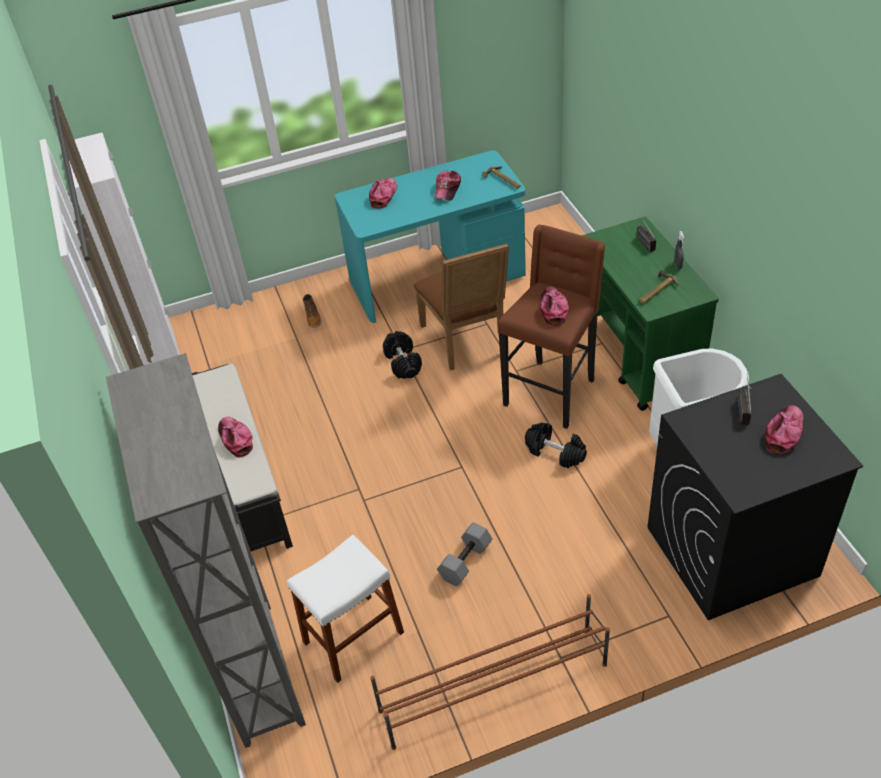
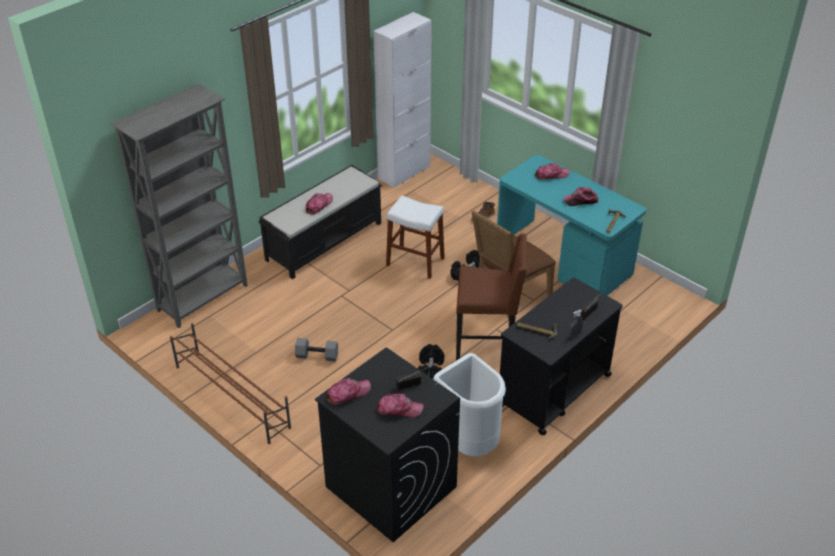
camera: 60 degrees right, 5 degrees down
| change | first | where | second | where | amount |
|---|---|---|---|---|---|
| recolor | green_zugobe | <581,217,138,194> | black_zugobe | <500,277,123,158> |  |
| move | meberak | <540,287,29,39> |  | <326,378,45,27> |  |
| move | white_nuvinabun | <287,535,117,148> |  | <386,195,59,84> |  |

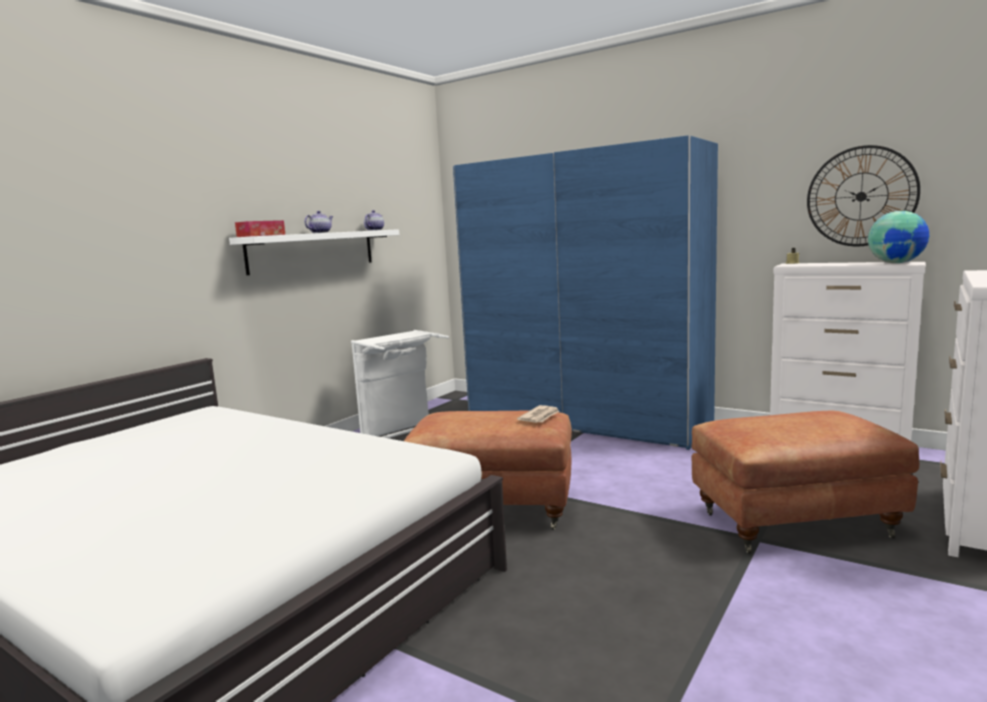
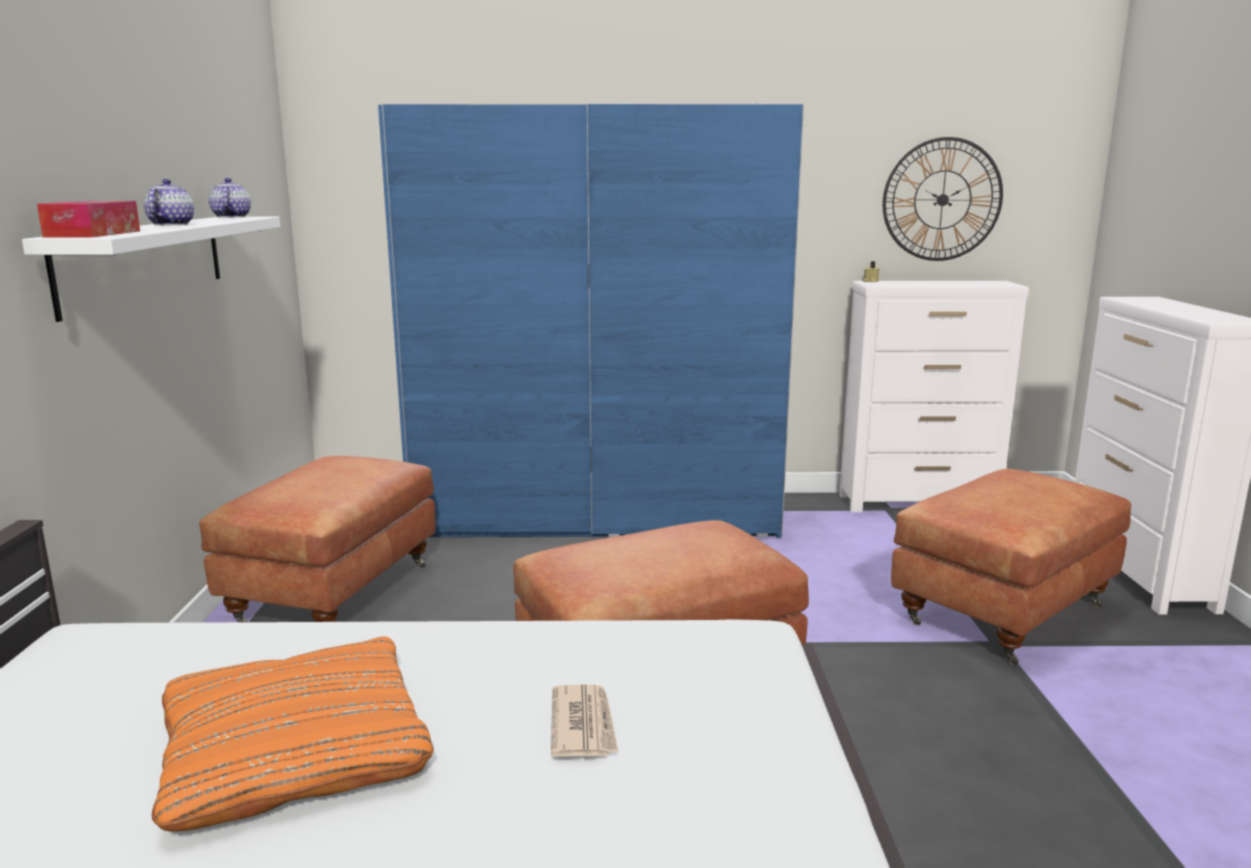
camera: 35 degrees left, 5 degrees up
| change | first | where | second | where | amount |
|---|---|---|---|---|---|
| delete | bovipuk | <868,211,61,52> |  |  |  |
| replace | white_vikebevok | <351,330,98,108> | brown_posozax | <199,456,236,166> |  |
| move | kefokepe | <517,405,43,18> |  | <551,684,67,73> |  |
| insert |  |  | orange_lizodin | <152,636,282,195> |  |

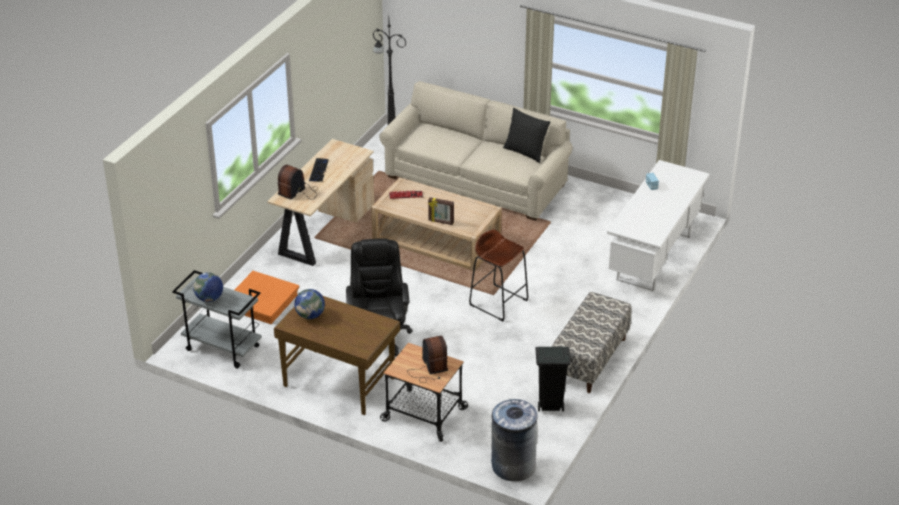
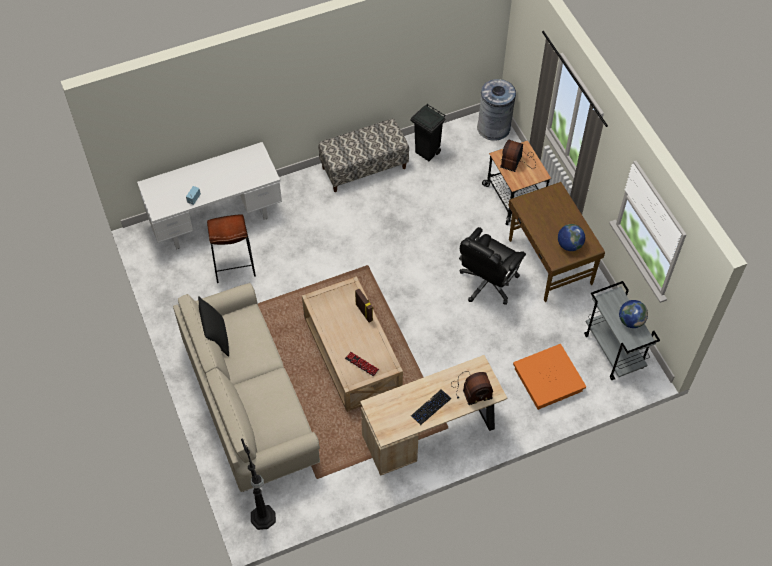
camera: 140 degrees left, 20 degrees up
| change | first | where | second | where | amount |
|---|---|---|---|---|---|
| move | brown_nuvinabun | <469,229,60,92> |  | <207,214,49,69> |  |

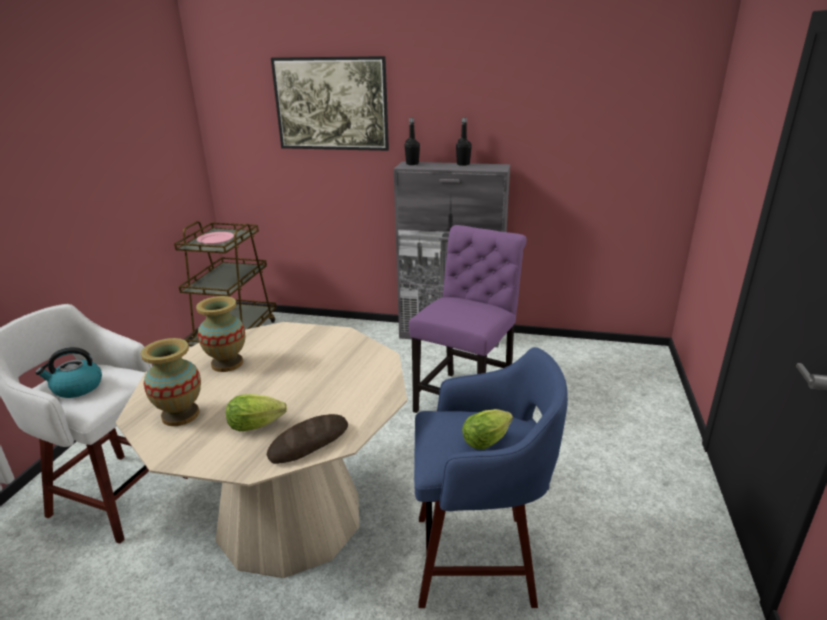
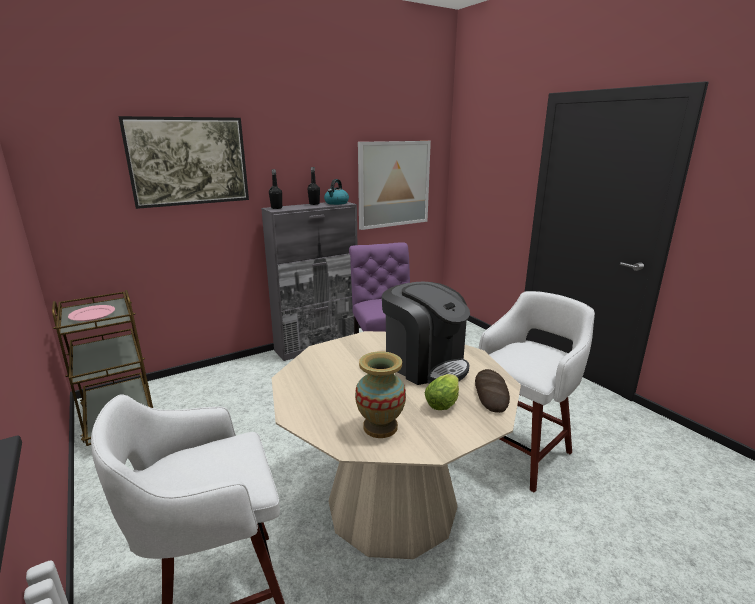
camera: 45 degrees left, 5 degrees down
| change | first | where | second | where | amount |
|---|---|---|---|---|---|
| delete | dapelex | <196,296,50,76> |  |  |  |
| move | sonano | <35,347,67,51> |  | <324,179,25,26> |  |
| recolor | blue_nuvinabun | <414,347,154,261> | white_nuvinabun | <478,291,117,201> |  |
| delete | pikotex | <462,409,51,40> |  |  |  |
| insert |  |  | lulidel | <358,141,73,89> |  |
| insert |  |  | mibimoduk | <382,282,88,103> |  |

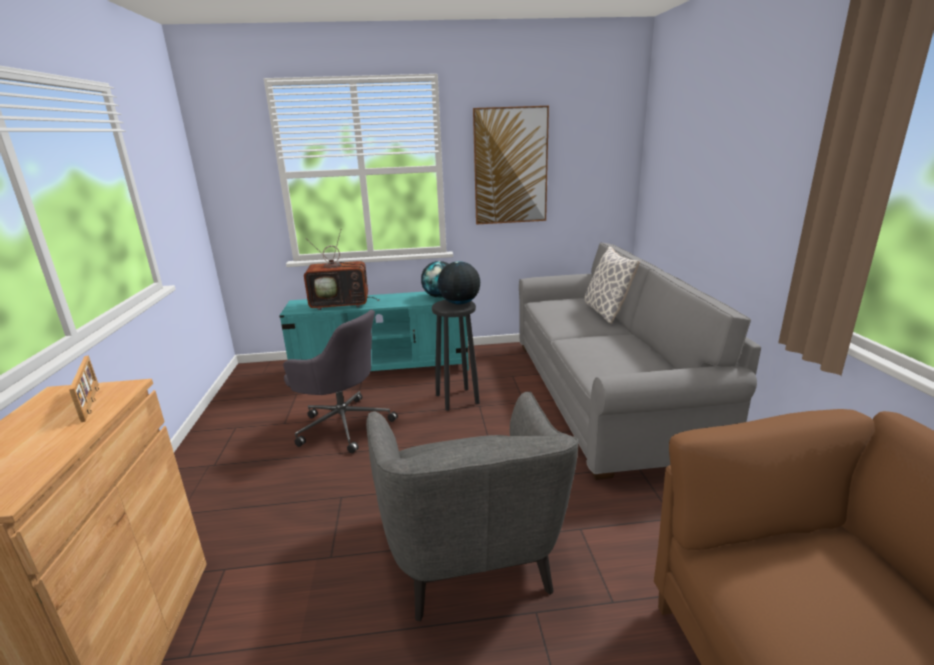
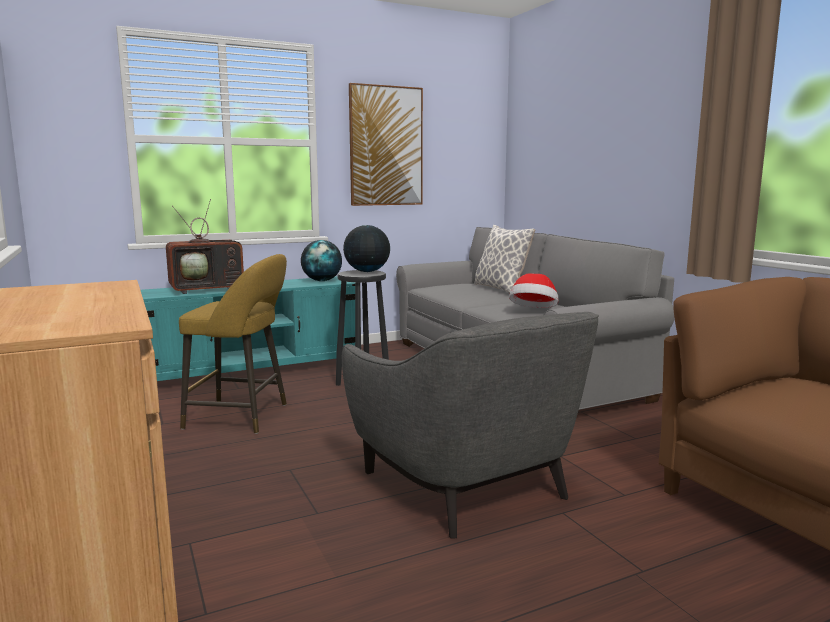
camera: 20 degrees left, 10 degrees down
| change | first | where | second | where | amount |
|---|---|---|---|---|---|
| replace | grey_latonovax | <283,310,115,143> | yellow_nuvinabun | <179,254,108,180> |  |
| delete | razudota | <69,355,30,67> |  |  |  |
| insert |  |  | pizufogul | <509,273,49,35> |  |

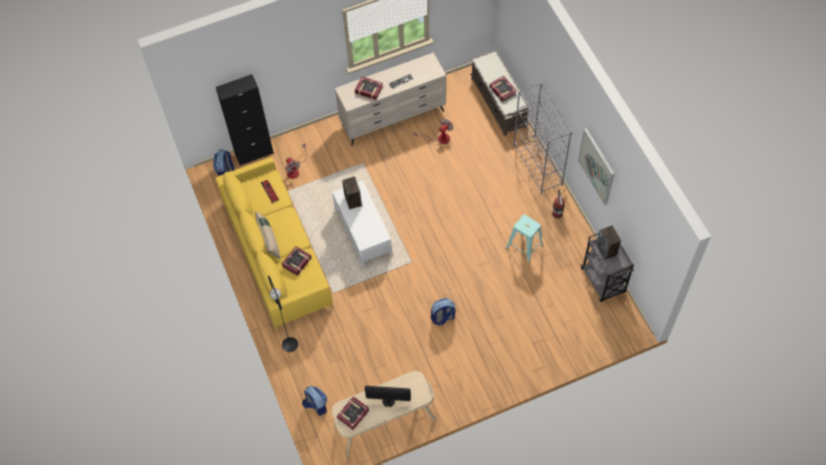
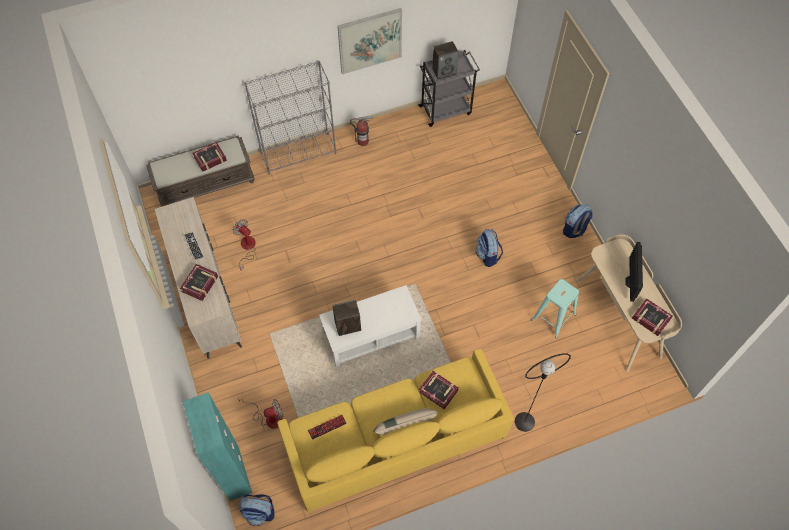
camera: 90 degrees left, 0 degrees up
| change | first | where | second | where | amount |
|---|---|---|---|---|---|
| recolor | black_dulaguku | <216,74,58,92> | turquoise_dulaguku | <183,392,69,109> |  |
| move | turquoise_nuvinabun | <506,215,37,49> |  | <531,279,48,59> |  |
| move | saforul | <302,385,25,31> |  | <563,204,30,34> |  |

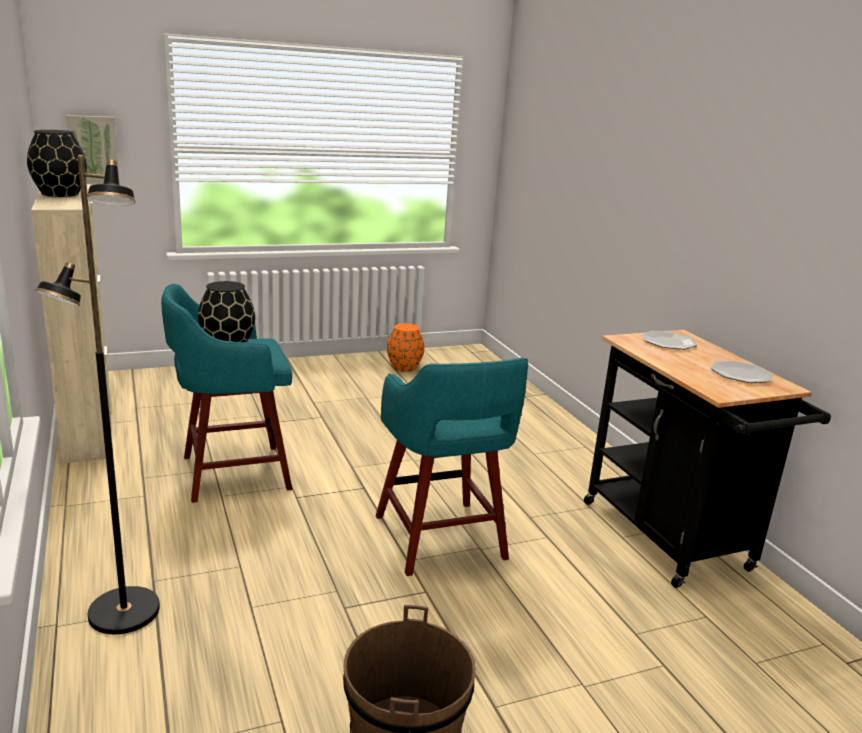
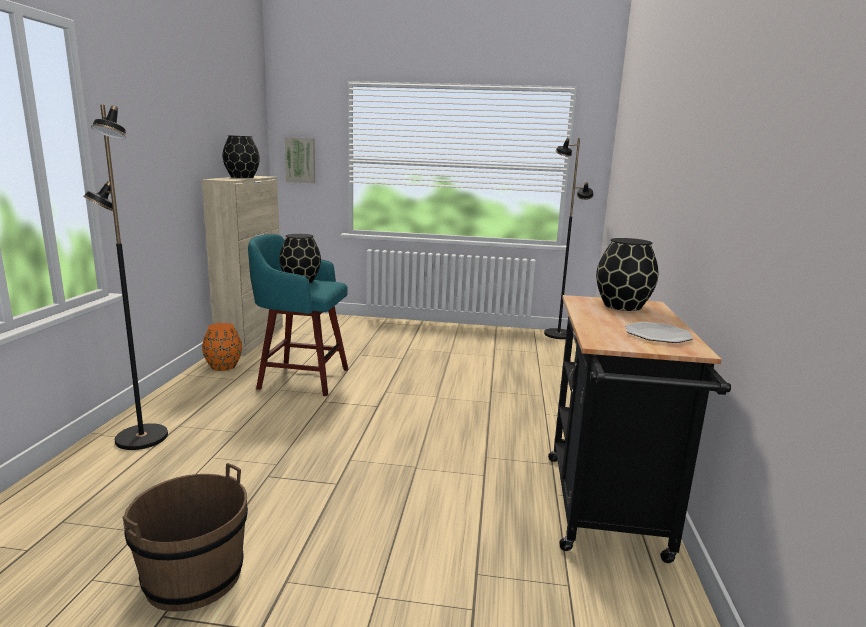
camera: 30 degrees right, 5 degrees down
| change | first | where | second | where | amount |
|---|---|---|---|---|---|
| move | orange_dapelex | <387,323,37,49> |  | <202,323,40,48> |  |
| replace | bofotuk | <641,331,56,19> | black_dapelex | <596,238,62,73> |  |
| delete | turquoise_nuvinabun | <376,358,152,218> |  |  |  |
| insert |  |  | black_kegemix | <544,138,50,201> |  |

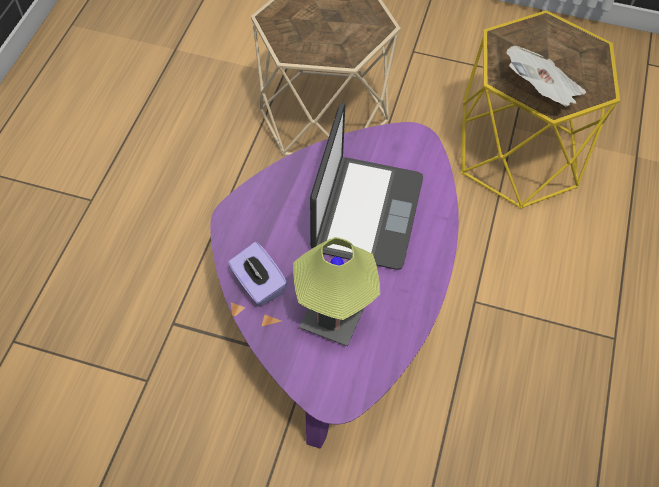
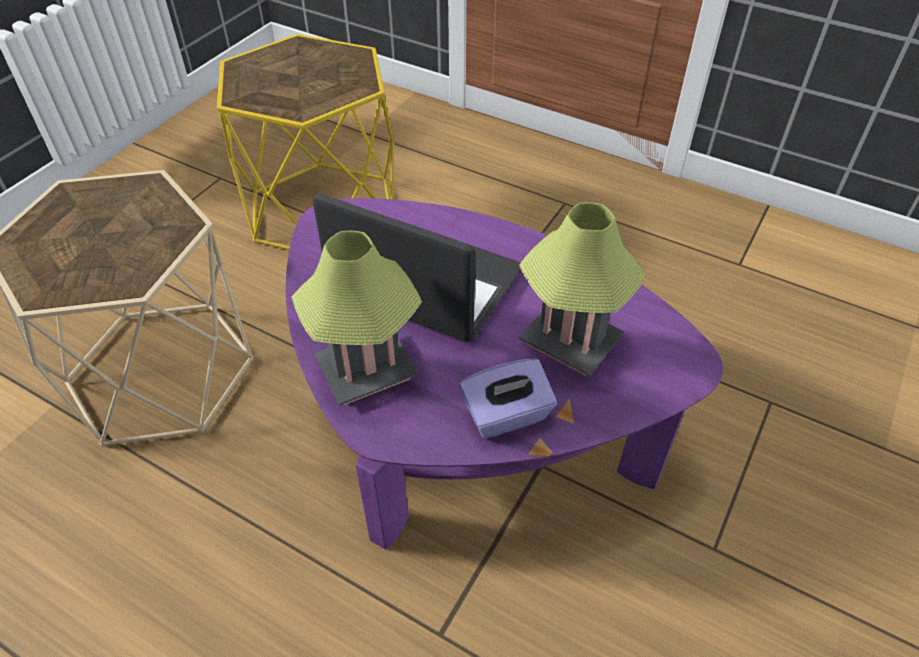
camera: 75 degrees left, 10 degrees down
| change | first | where | second | where | amount |
|---|---|---|---|---|---|
| delete | kefokepe | <507,46,79,61> |  |  |  |
| insert |  |  | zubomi | <291,231,131,174> |  |

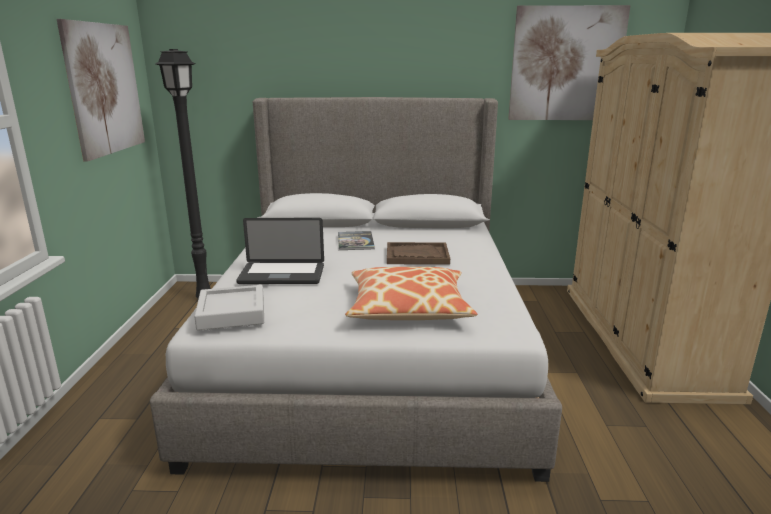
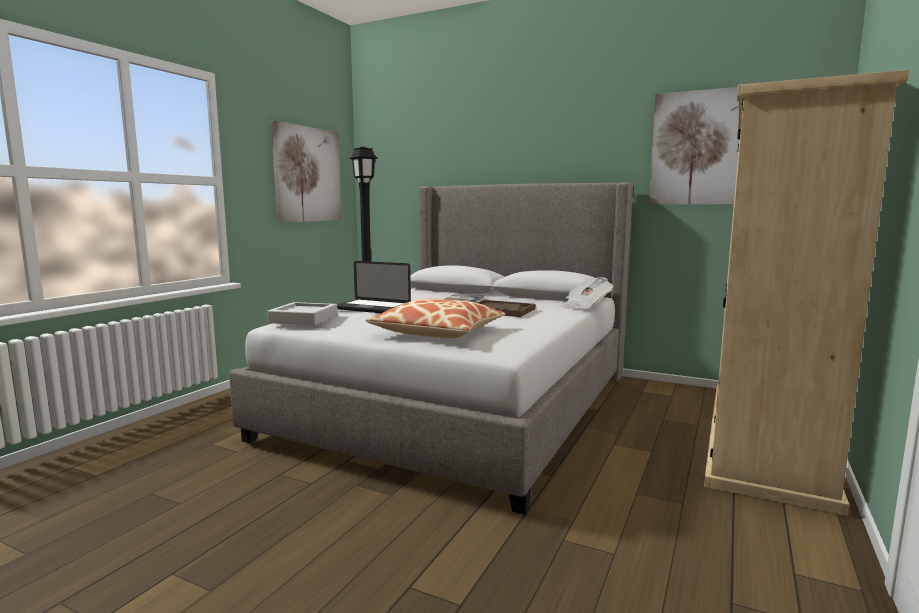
camera: 25 degrees right, 10 degrees down
| change | first | where | second | where | amount |
|---|---|---|---|---|---|
| insert |  |  | kefokepe | <562,277,51,32> |  |

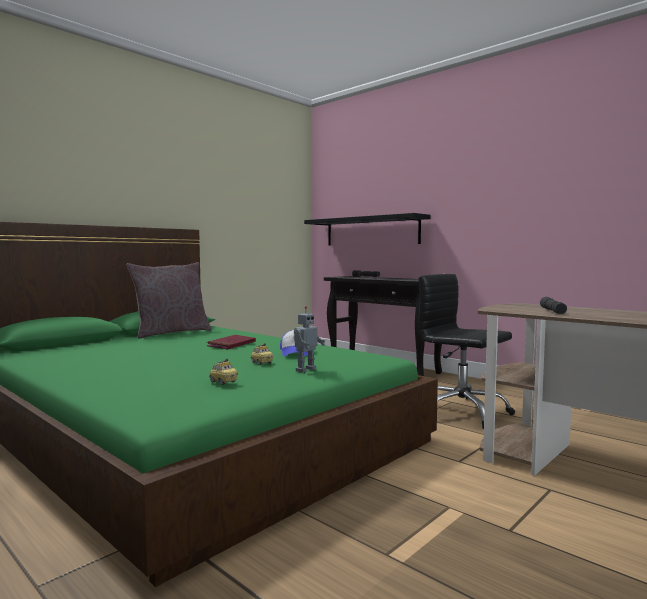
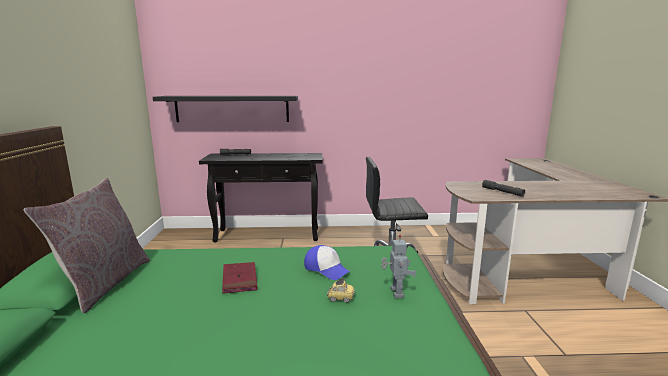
camera: 45 degrees left, 10 degrees up
| change | first | where | second | where | amount |
|---|---|---|---|---|---|
| delete | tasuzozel | <209,358,29,27> |  |  |  |

